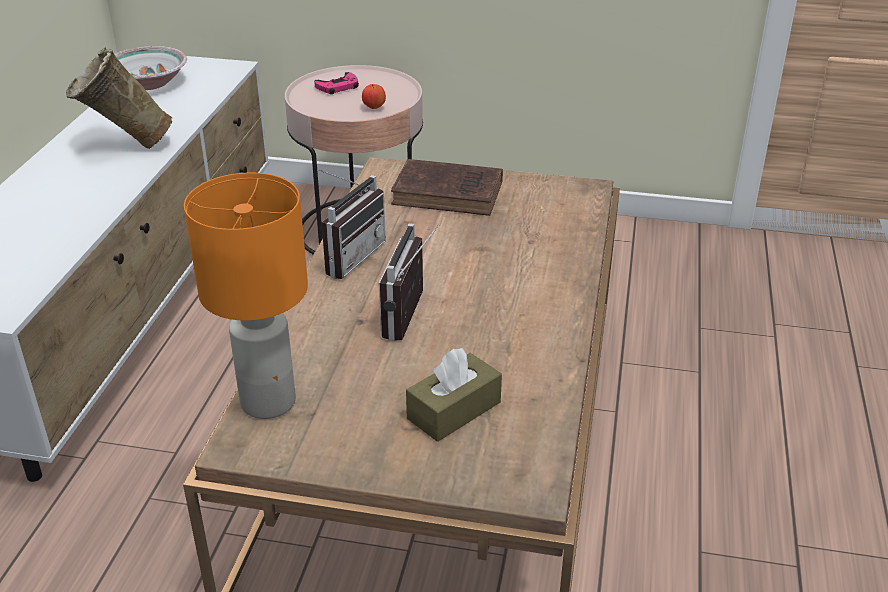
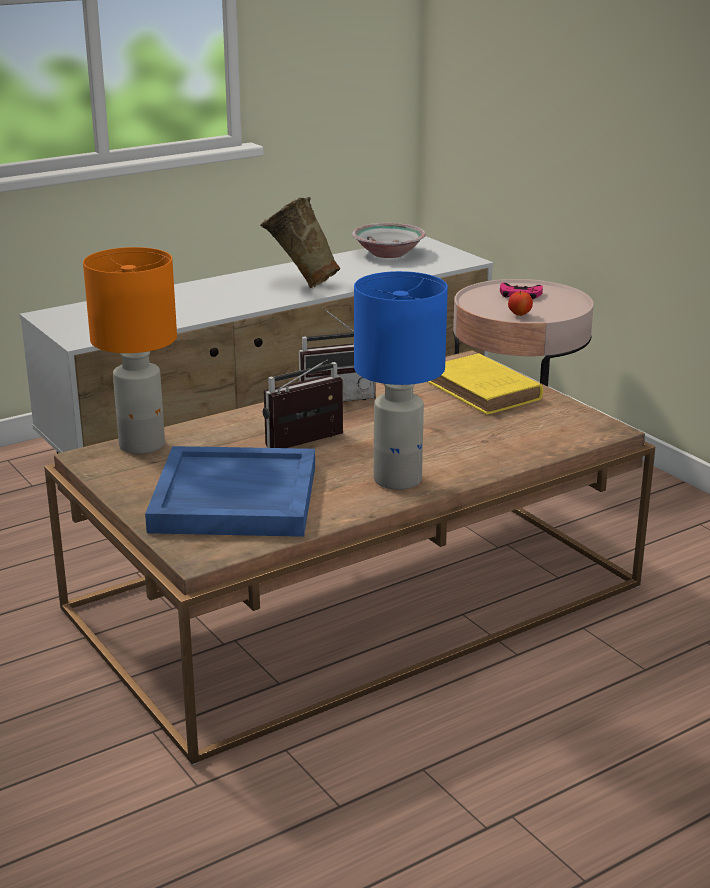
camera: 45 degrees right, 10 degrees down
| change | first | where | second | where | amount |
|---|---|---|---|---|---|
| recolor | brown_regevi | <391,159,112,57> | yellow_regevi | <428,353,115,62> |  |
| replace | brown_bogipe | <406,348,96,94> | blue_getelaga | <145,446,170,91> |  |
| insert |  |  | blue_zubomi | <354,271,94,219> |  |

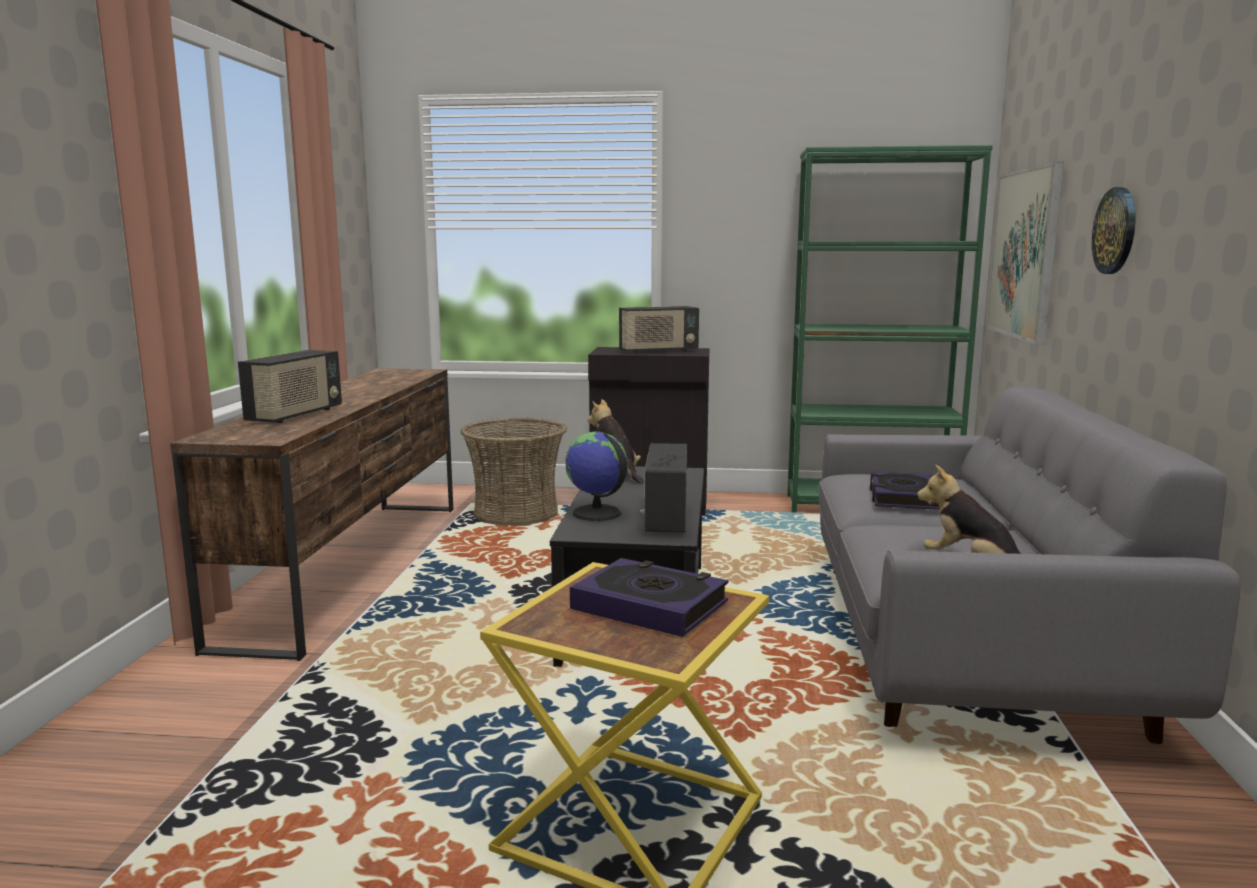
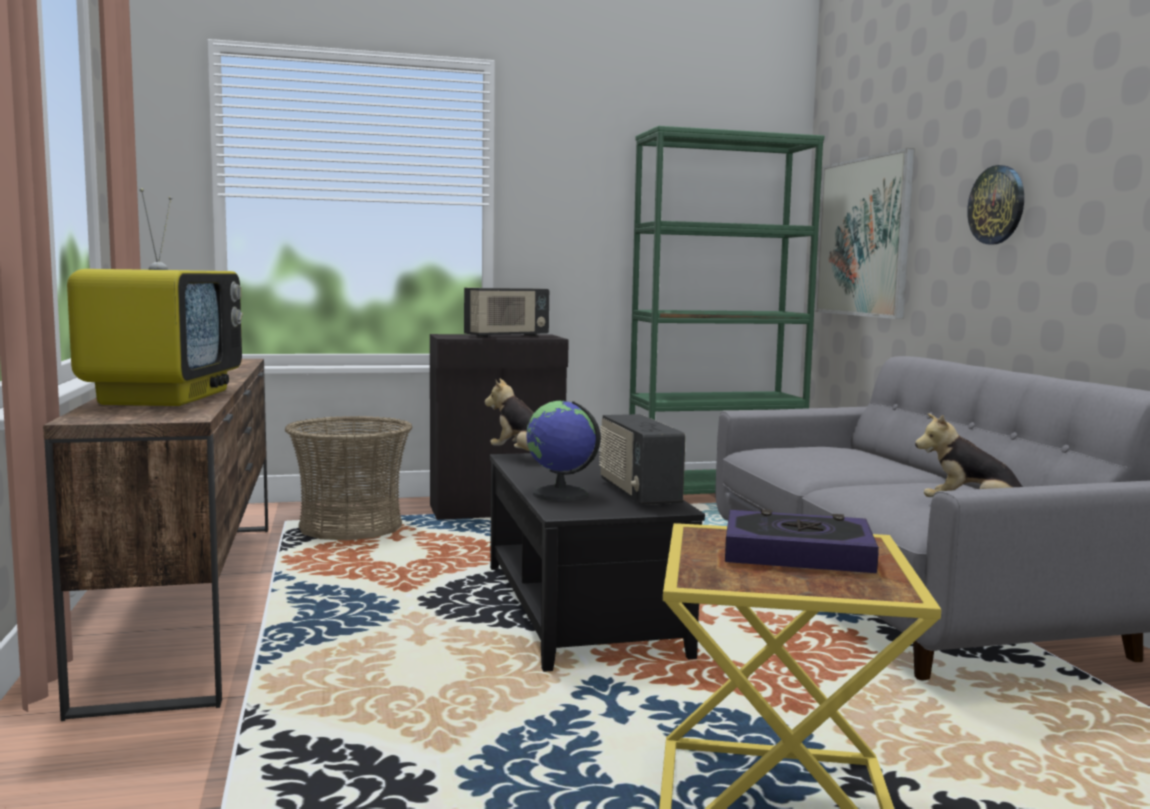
camera: 20 degrees left, 5 degrees down
| change | first | where | second | where | amount |
|---|---|---|---|---|---|
| replace | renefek | <238,350,104,73> | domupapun | <67,188,176,218> |  |
| delete | regevi | <870,472,70,38> |  |  |  |

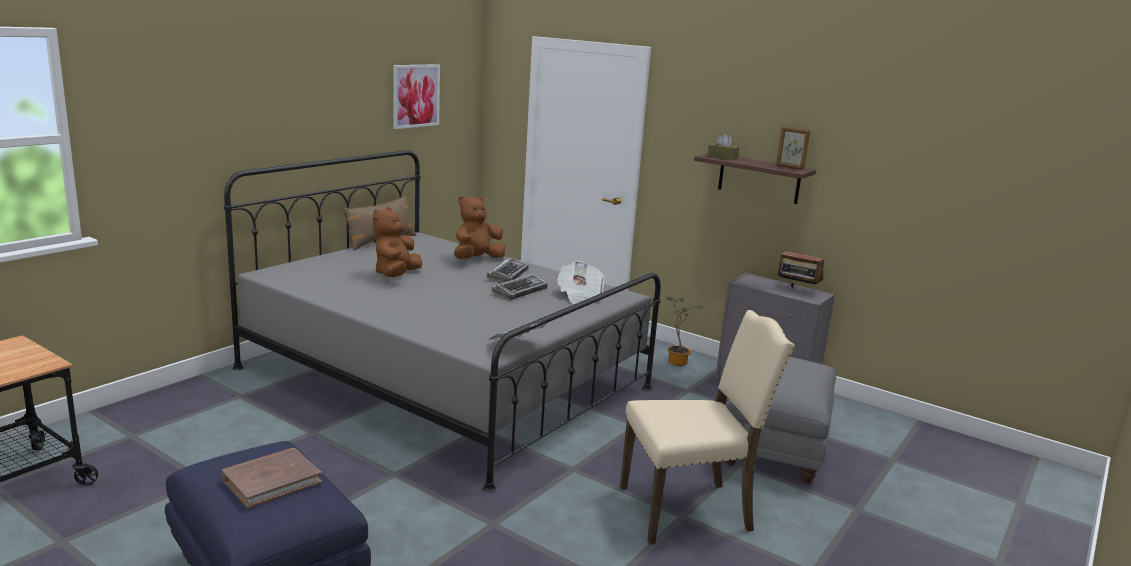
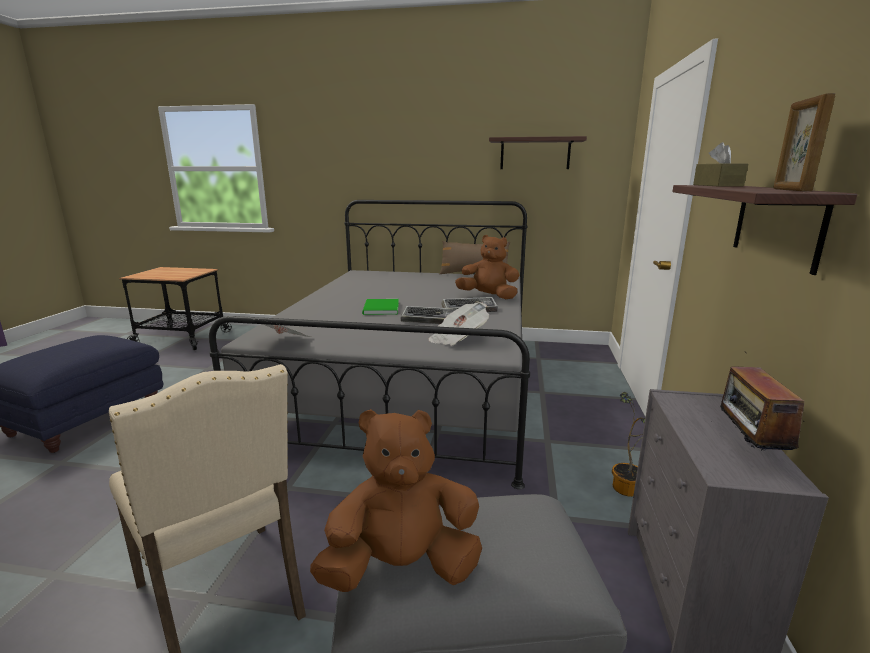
camera: 65 degrees right, 0 degrees up
| change | first | where | second | where | amount |
|---|---|---|---|---|---|
| replace | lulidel | <393,64,47,65> | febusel | <489,136,98,33> |  |
| move | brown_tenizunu | <373,207,49,70> |  | <310,409,172,183> |  |
| delete | brown_regevi | <221,448,101,61> |  |  |  |
| insert |  |  | green_regevi | <362,299,37,16> |  |

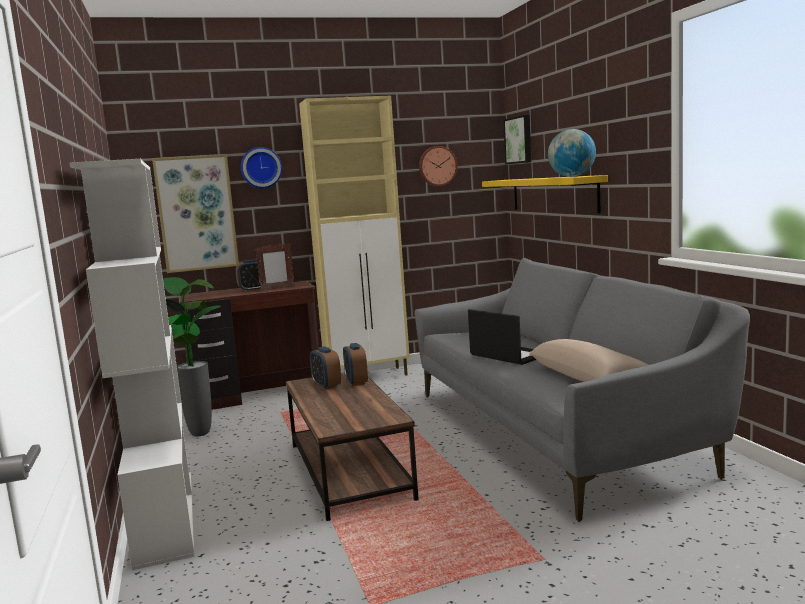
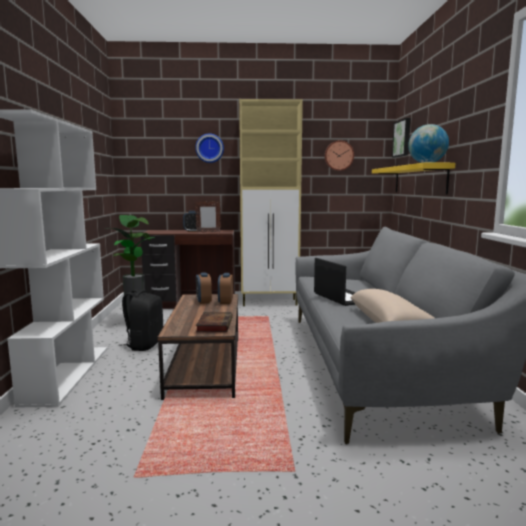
camera: 15 degrees right, 0 degrees up
| change | first | where | second | where | amount |
|---|---|---|---|---|---|
| delete | lulidel | <152,154,87,119> |  |  |  |
| insert |  |  | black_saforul | <119,289,44,62> |  |
| insert |  |  | regevi | <196,312,37,20> |  |

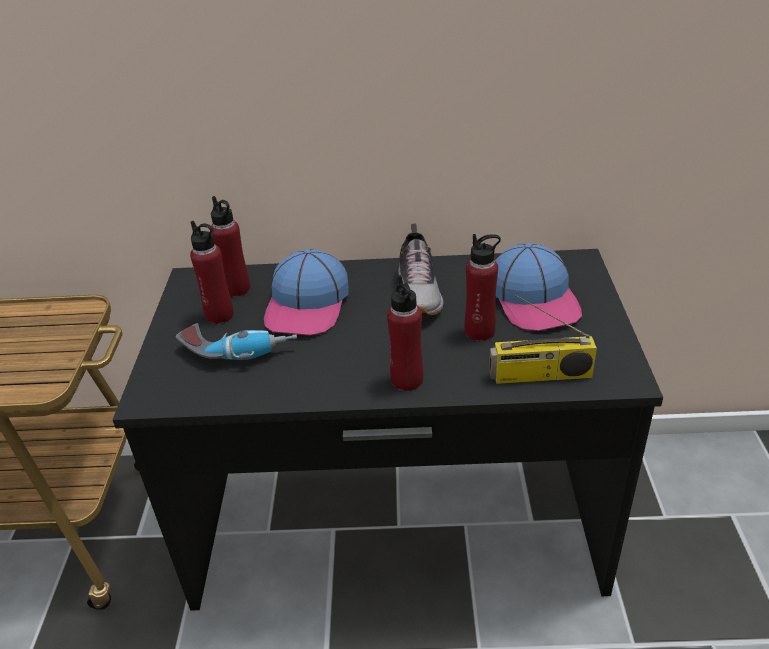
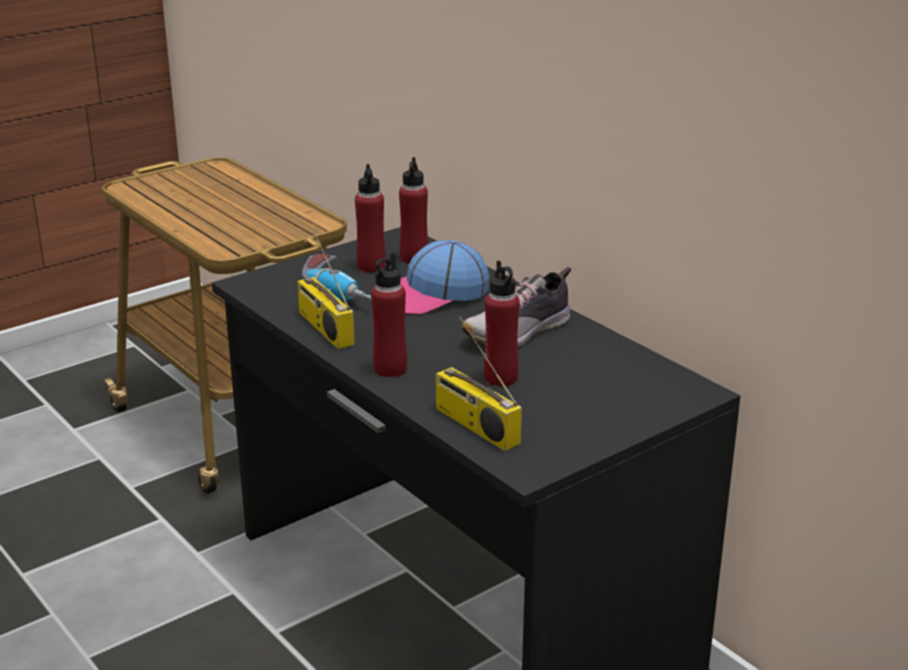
camera: 50 degrees right, 10 degrees down
| change | first | where | second | where | amount |
|---|---|---|---|---|---|
| delete | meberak | <495,243,87,88> |  |  |  |
| insert |  |  | renefek | <297,231,58,118> |  |

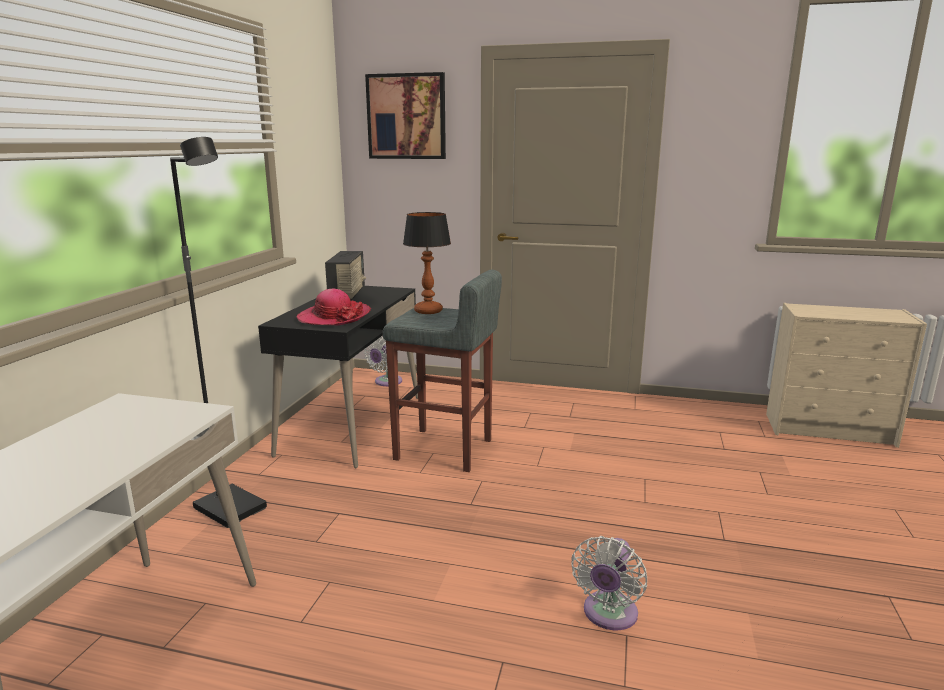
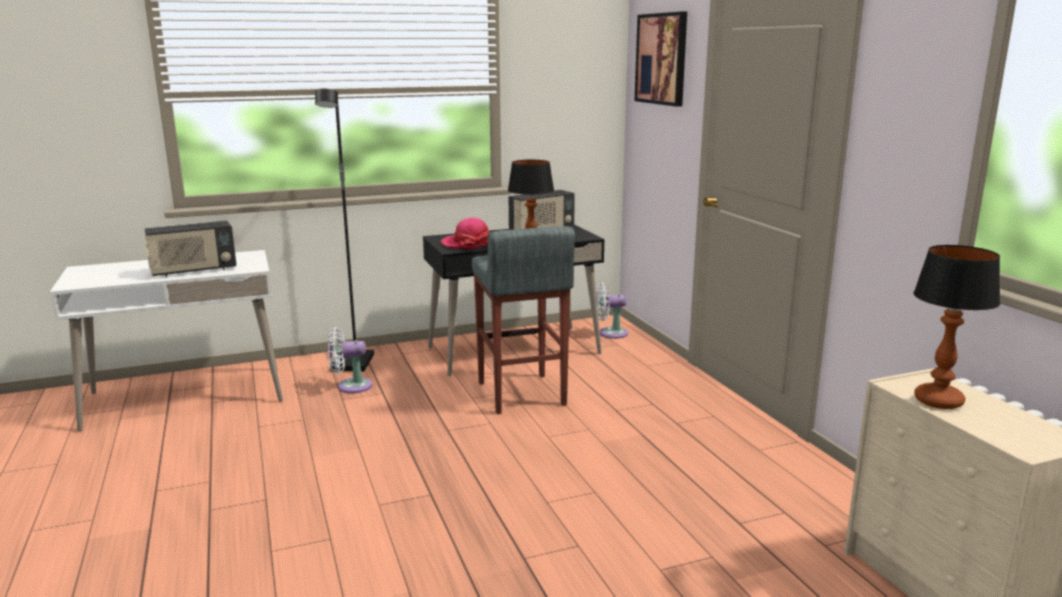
camera: 55 degrees right, 0 degrees up
| change | first | where | second | where | amount |
|---|---|---|---|---|---|
| move | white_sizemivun | <571,536,76,94> |  | <328,327,44,66> |  |
| insert |  |  | renefek | <144,221,92,55> |  |
| insert |  |  | zubomi | <913,245,88,164> |  |

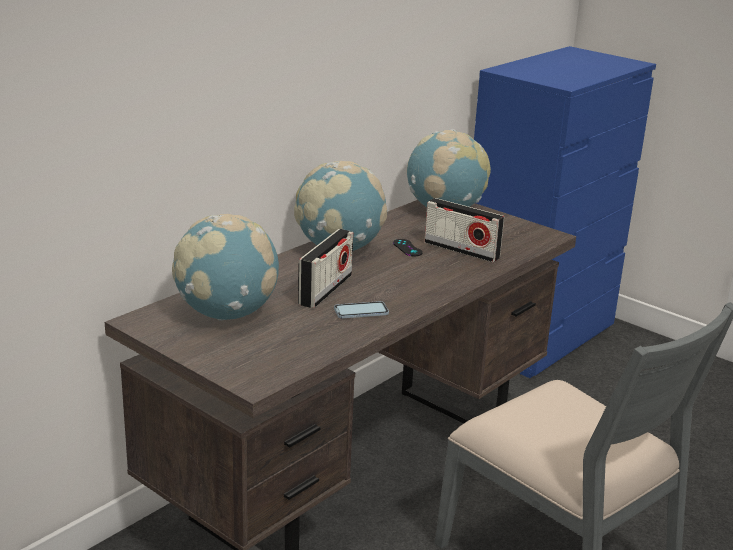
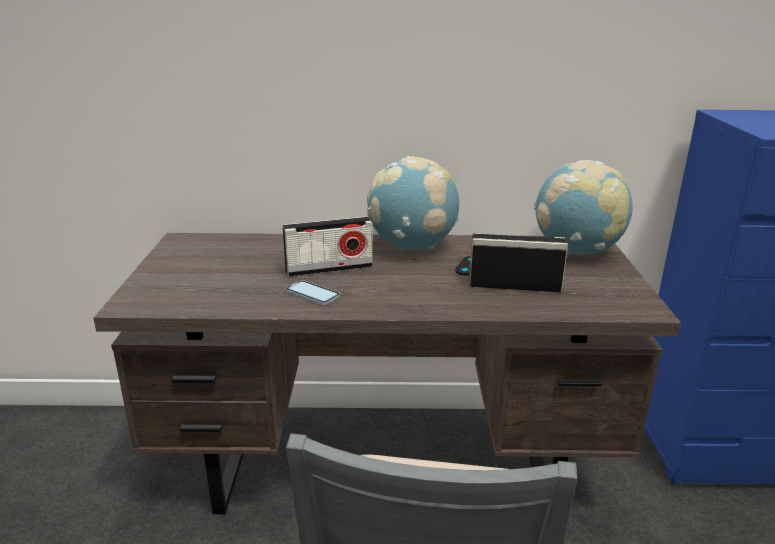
camera: 50 degrees right, 0 degrees up
| change | first | where | second | where | amount |
|---|---|---|---|---|---|
| rotate | renefek | <424,198,80,64> |  | <469,233,99,59> | 105 degrees clockwise |
| delete | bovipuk | <172,214,107,107> |  |  |  |

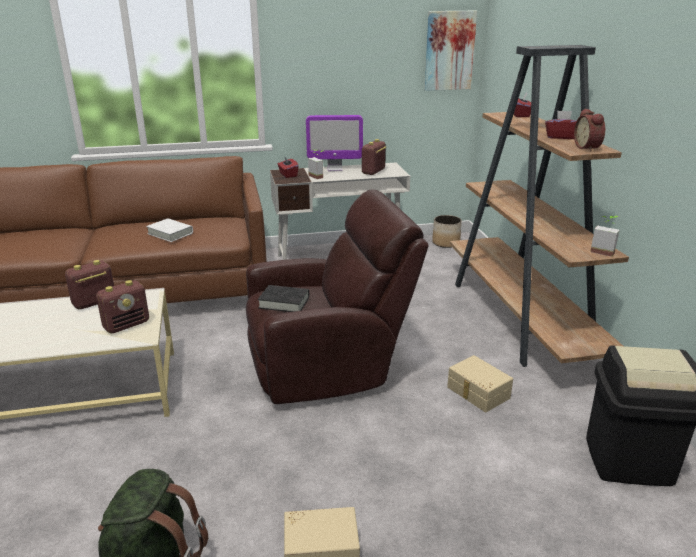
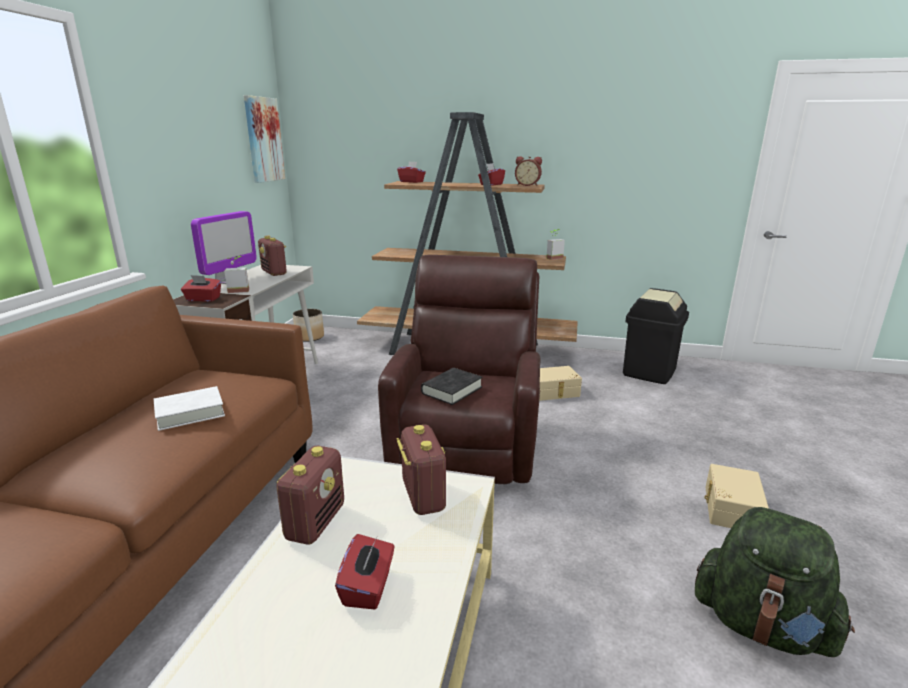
camera: 65 degrees left, 5 degrees down
| change | first | where | second | where | amount |
|---|---|---|---|---|---|
| rotate | renefek | <65,260,49,49> |  | <276,446,68,99> | 150 degrees counterclockwise |
| insert |  |  | red_bogipe | <335,534,59,75> |  |

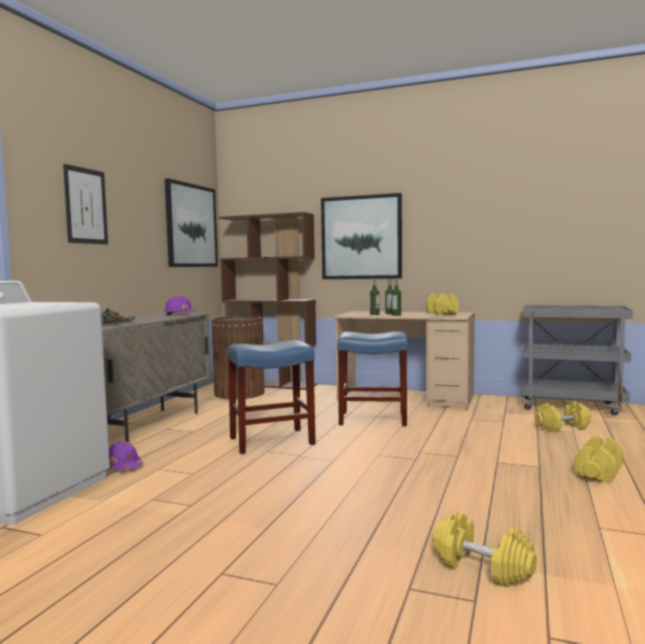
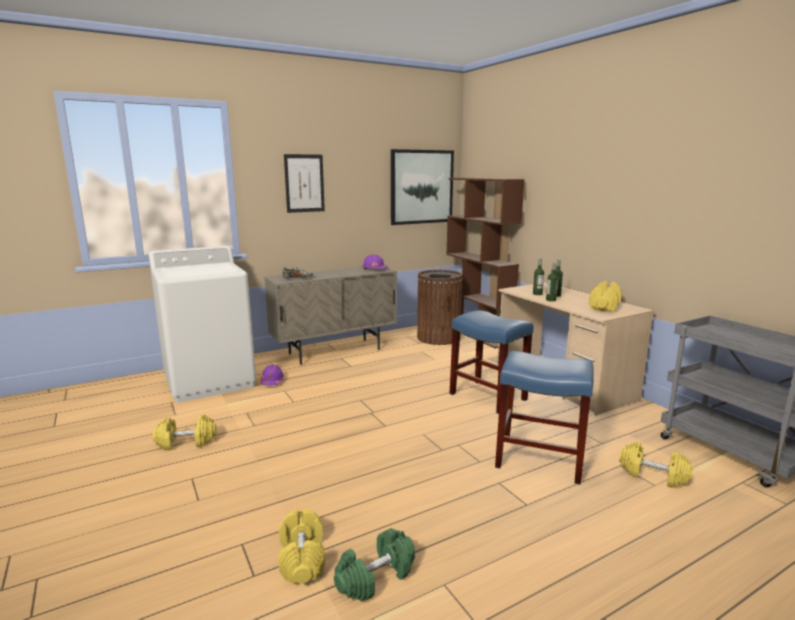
camera: 40 degrees right, 10 degrees up
| change | first | where | second | where | amount |
|---|---|---|---|---|---|
| delete | lulidel | <321,193,81,86> |  |  |  |
| move | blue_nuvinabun | <227,340,89,114> |  | <495,351,99,134> |  |
| move | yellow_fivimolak | <574,435,50,48> |  | <153,415,64,35> |  |
| insert |  |  | green_fivimolak | <334,528,81,73> |  |

